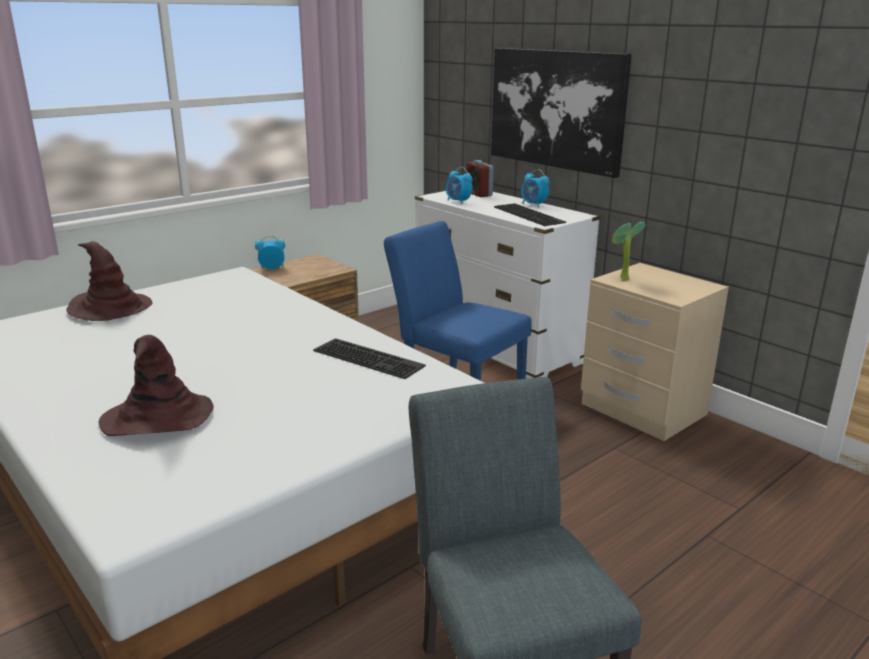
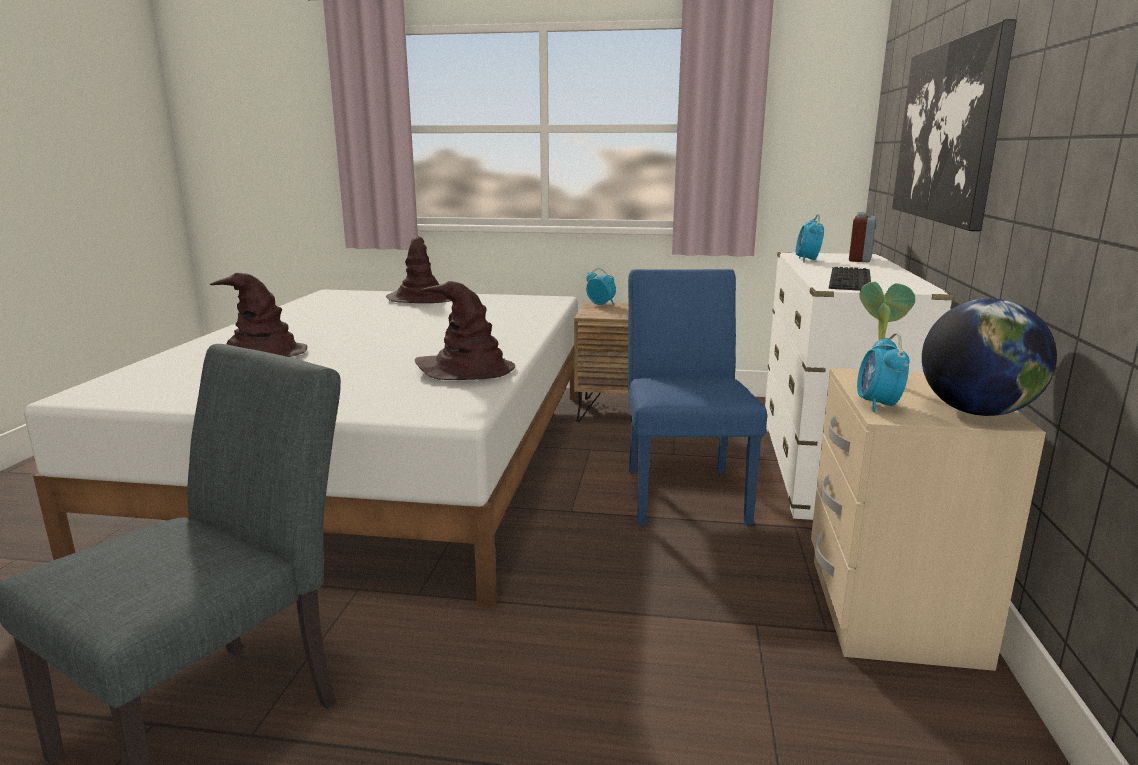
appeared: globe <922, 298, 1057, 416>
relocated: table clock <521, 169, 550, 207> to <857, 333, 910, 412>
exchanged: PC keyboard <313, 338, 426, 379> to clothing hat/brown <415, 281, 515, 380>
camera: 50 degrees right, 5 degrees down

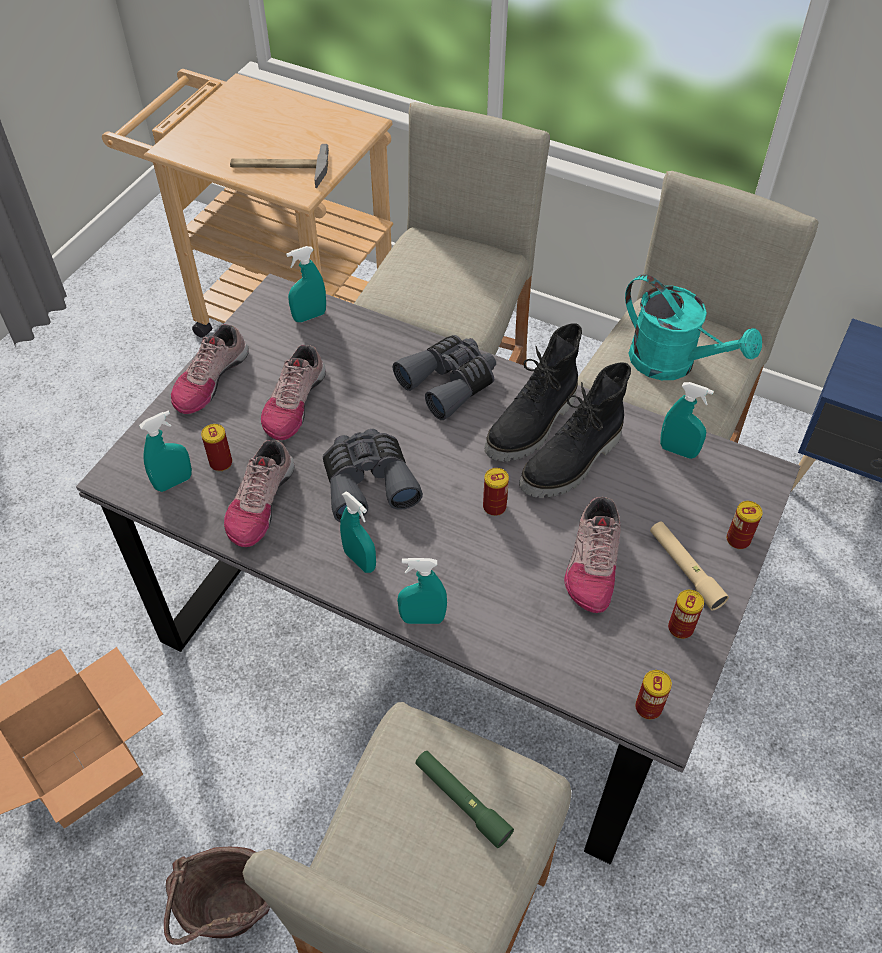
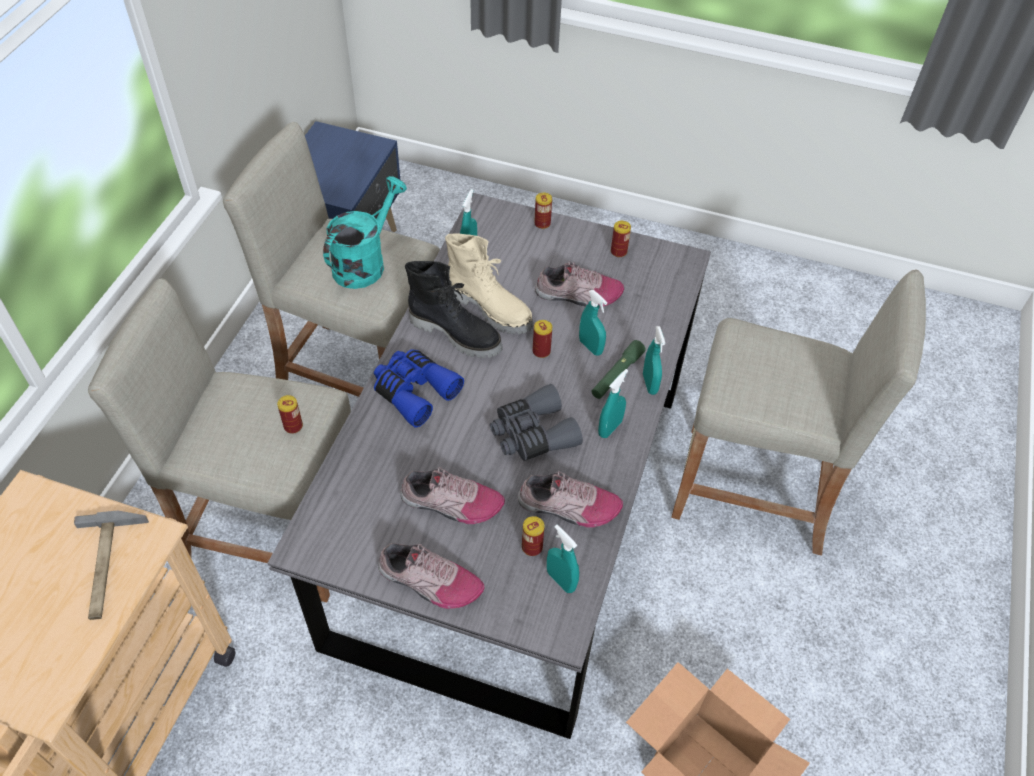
missing: water bucket/brown <164, 847, 270, 945>; torch/beige-coloured <650, 522, 729, 610>
relocated: hand sprayer/turquoise <286, 246, 326, 322> to <579, 290, 607, 356>; torch/greenish <415, 751, 514, 848> to <592, 340, 646, 399>; sealed can <635, 670, 672, 719> to <277, 395, 303, 434>
colour: field glasses/greyish <393, 335, 496, 420> to field glasses/bluish <374, 349, 464, 428>; tall boot/black <519, 362, 631, 498> to tall boot/beige-coloured <445, 233, 533, 334>
camera: 100 degrees left, 0 degrees up

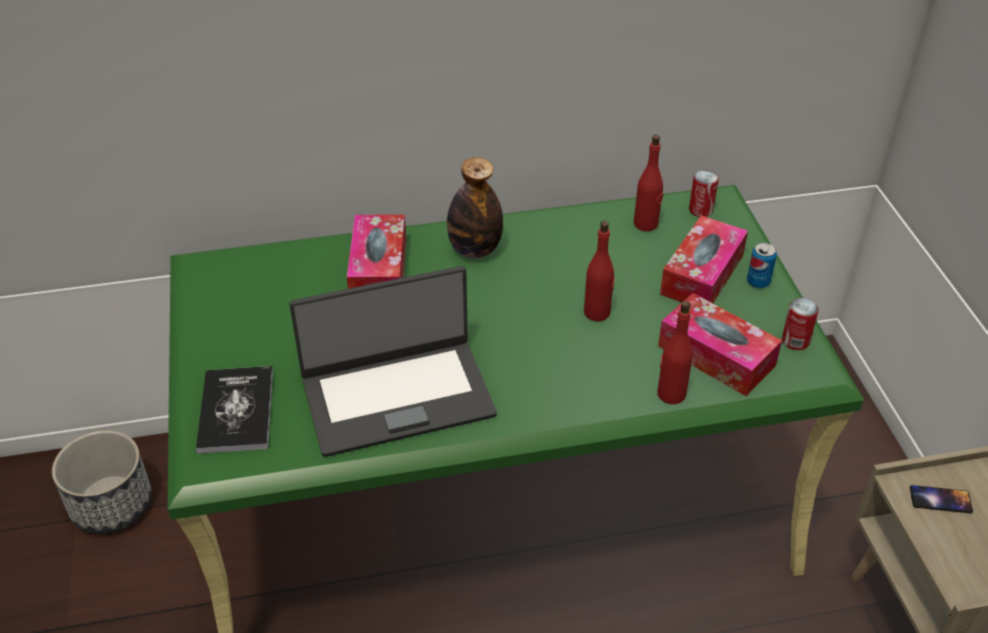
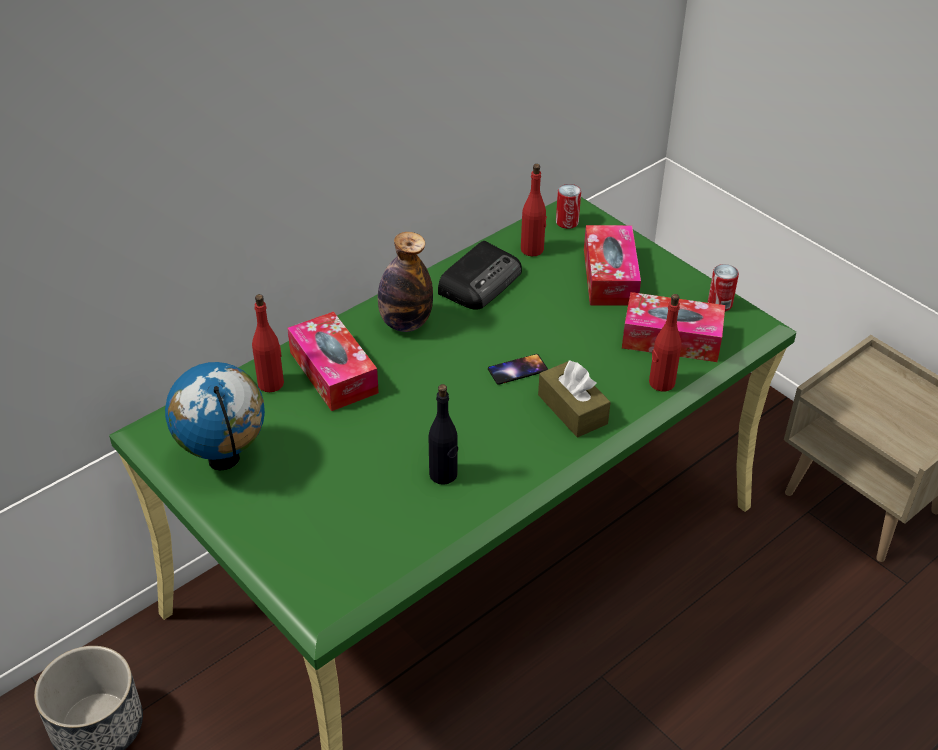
missing: bound book <196, 366, 273, 454>; sealed can <747, 243, 777, 288>
appeared: globe <165, 362, 265, 470>; radio set <438, 241, 522, 310>; box of tissues/brown <538, 360, 611, 437>
relocated: drink bottle/red <584, 221, 615, 321> to <252, 294, 284, 392>; telephone <910, 485, 973, 513> to <488, 354, 548, 385>
exchanged: portable computer <289, 266, 497, 457> to drink bottle/black <428, 384, 458, 485>
camera: 30 degrees left, 0 degrees up

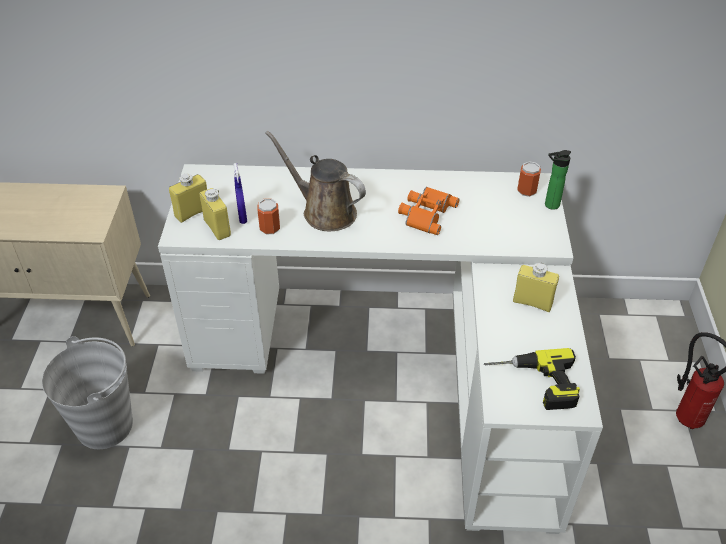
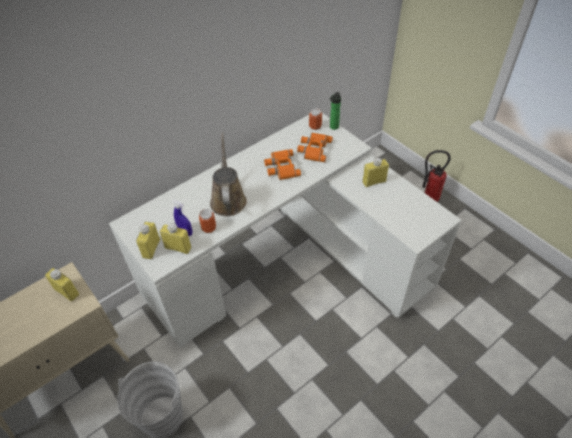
missing: power drill <484, 348, 580, 410>
appeared: drink bottle/yellow <45, 268, 79, 301>; field glasses/orange-coloured <297, 133, 333, 162>
spun: watering pot/brown <266, 131, 366, 231> = <210, 132, 247, 217> 90 degrees clockwise
camera: 40 degrees left, 5 degrees up

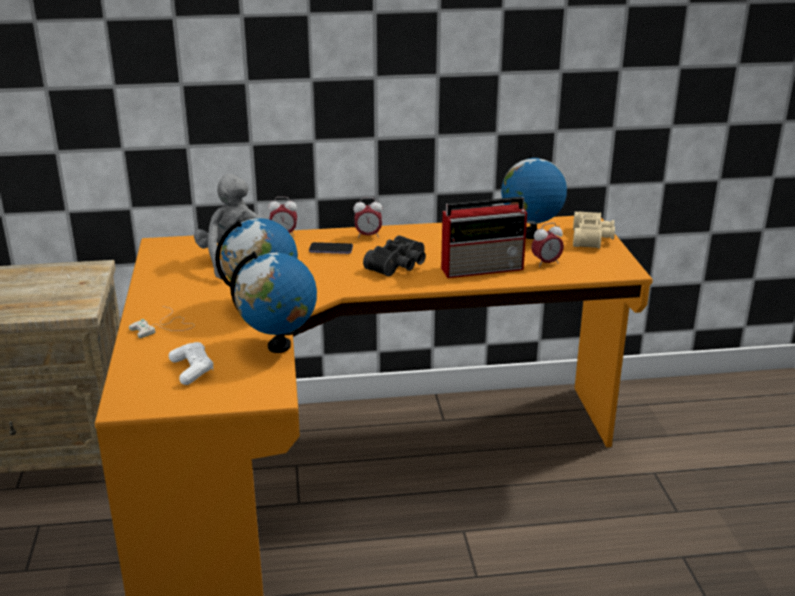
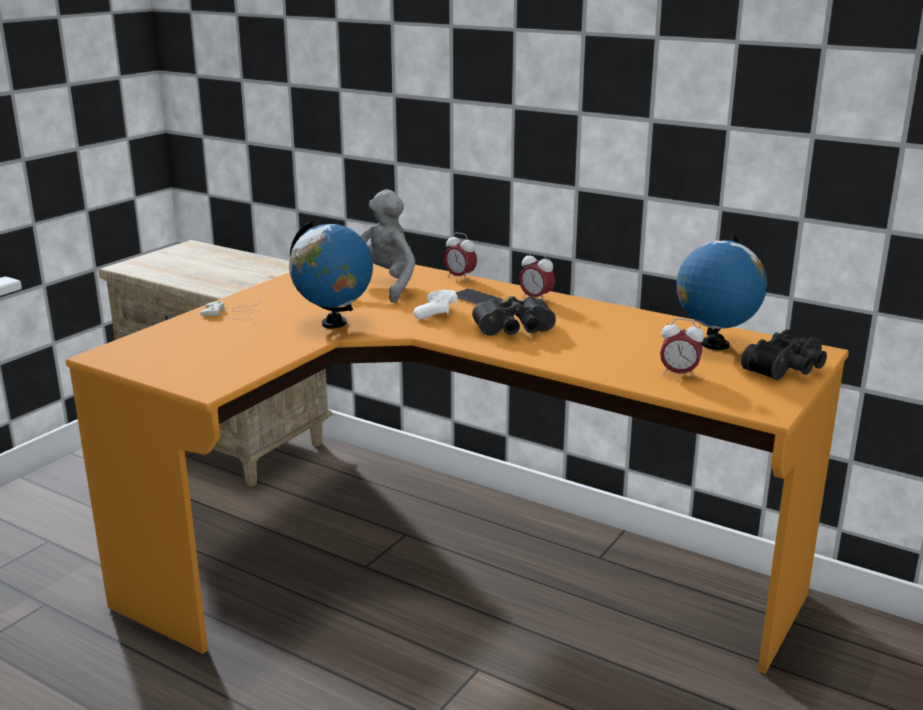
missing: globe <230, 251, 317, 353>; radio set <441, 197, 527, 278>
relocated: gamepad/whitish <169, 342, 213, 385> to <413, 290, 457, 319>
colour: field glasses/beige-coloured <573, 211, 615, 248> to field glasses/black <741, 329, 827, 380>
camera: 40 degrees right, 5 degrees down

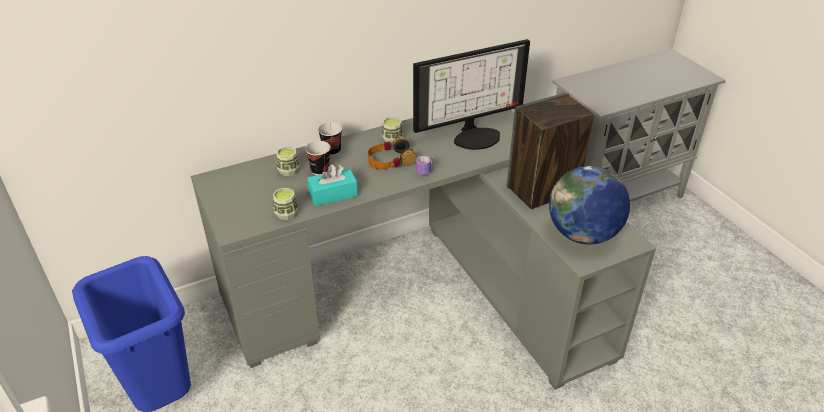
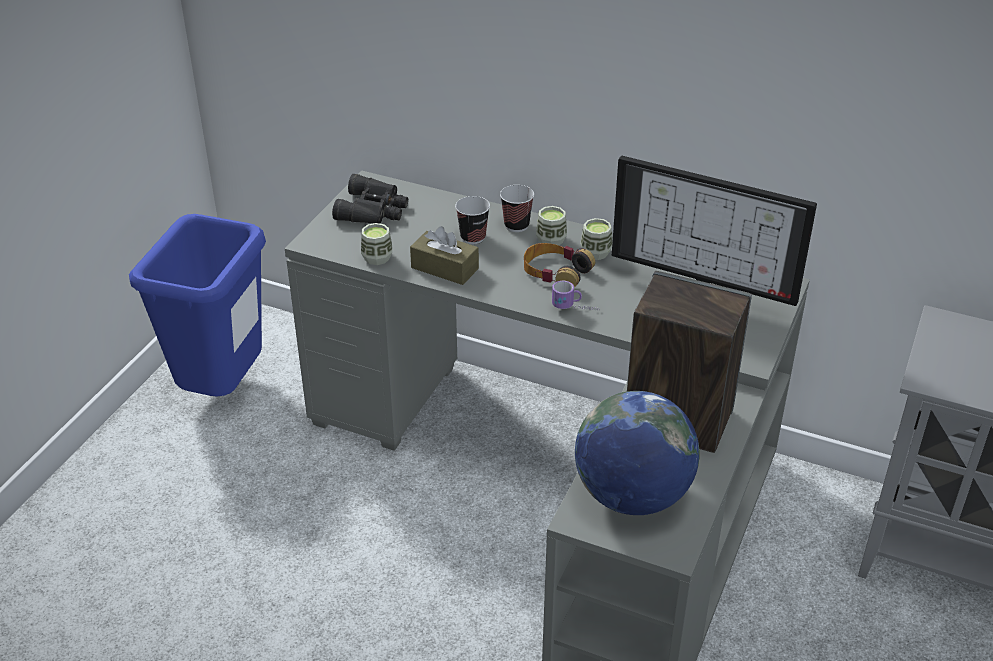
appeared: field glasses/black <332, 174, 408, 224>
relocated: small cup <276, 146, 299, 176> to <536, 206, 567, 245>
colour: box of tissues/turquoise <307, 165, 358, 206> to box of tissues/brown <410, 226, 479, 285>
camera: 50 degrees right, 0 degrees up

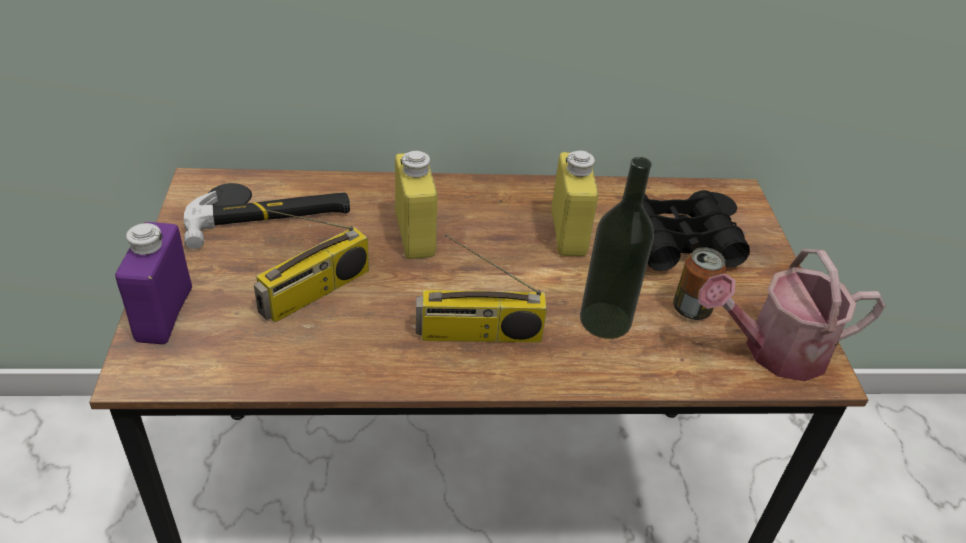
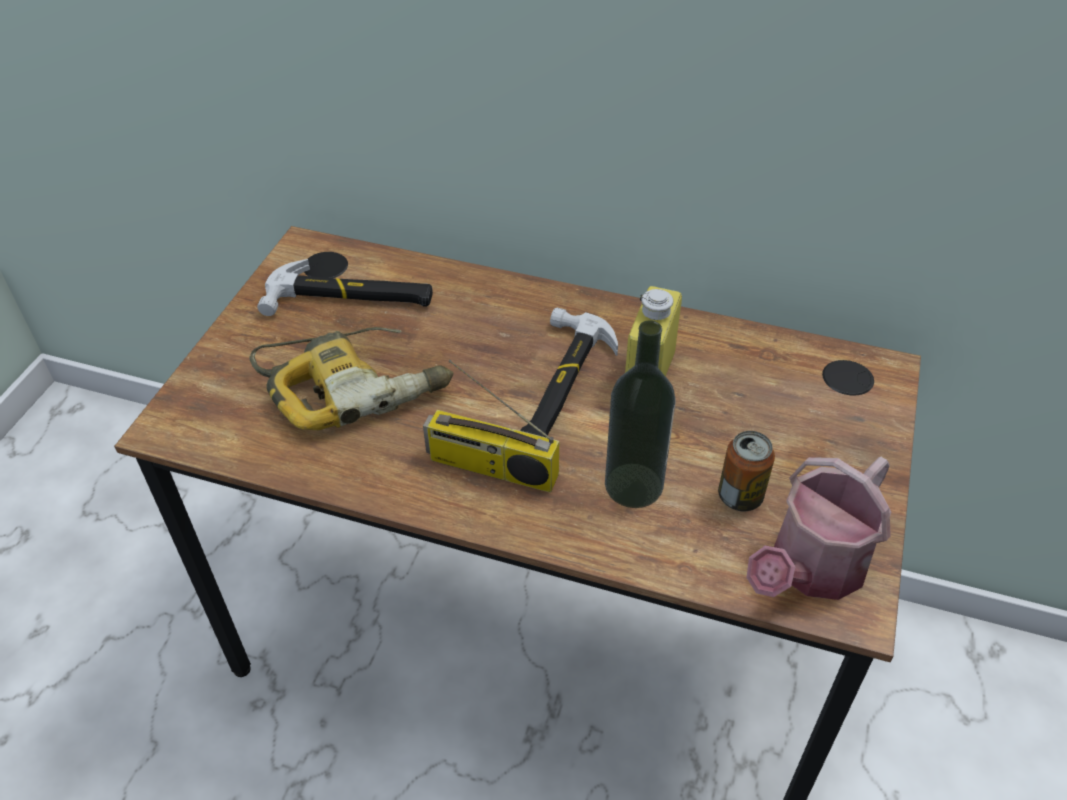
missing: drink bottle/purple <115, 222, 192, 344>; drink bottle/yellow <395, 151, 438, 259>; field glasses/black <643, 190, 750, 271>
appeared: tool hammer <520, 307, 618, 437>
exchanged: radio set <254, 209, 369, 323> to power drill <249, 327, 453, 430>
spun: watering pot <698, 249, 885, 381> = <746, 457, 891, 600> 60 degrees counterclockwise
camera: 25 degrees right, 5 degrees up

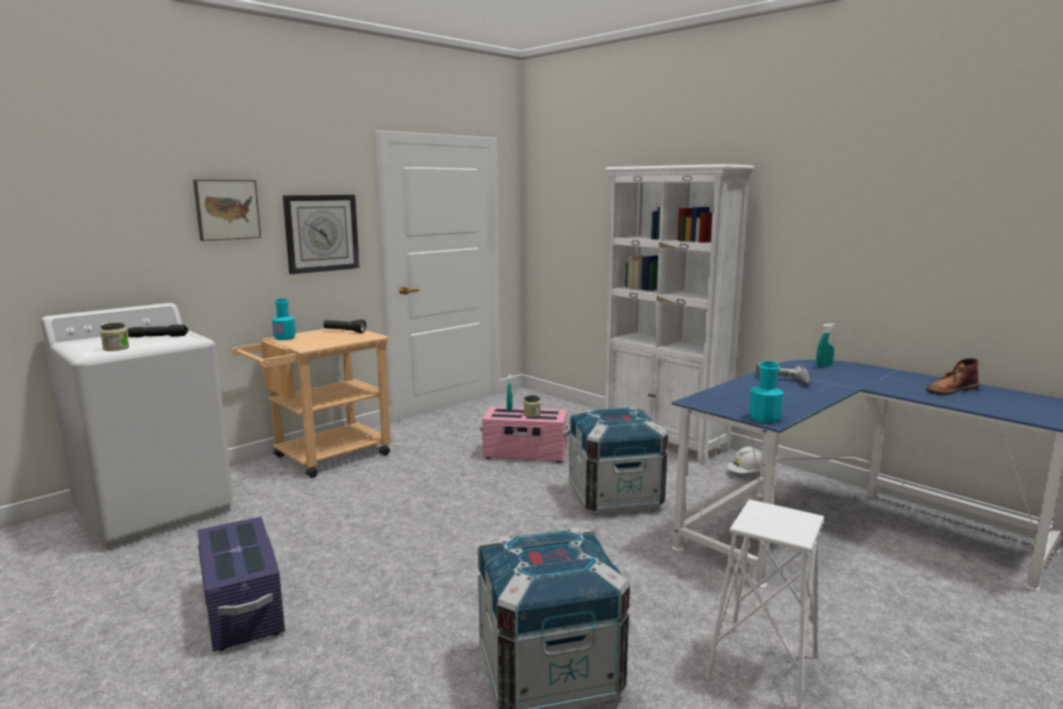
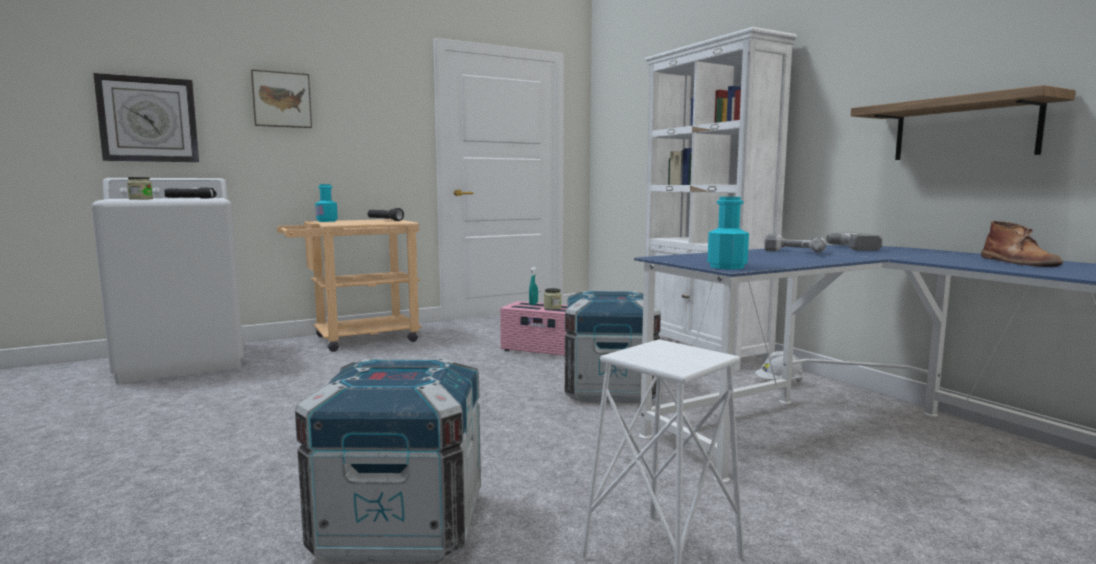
missing: storage box/purple <197, 517, 285, 651>
appeared: shelf <851, 85, 1076, 160>
relocated: clock on the wall <283, 195, 360, 274> to <93, 73, 199, 162>
exchanged: hand sprayer/turquoise <816, 323, 835, 367> to power drill <826, 233, 883, 251>
spun: tall boot/brown <926, 358, 979, 395> = <981, 221, 1063, 267> 90 degrees counterclockwise
camera: 15 degrees right, 5 degrees down

